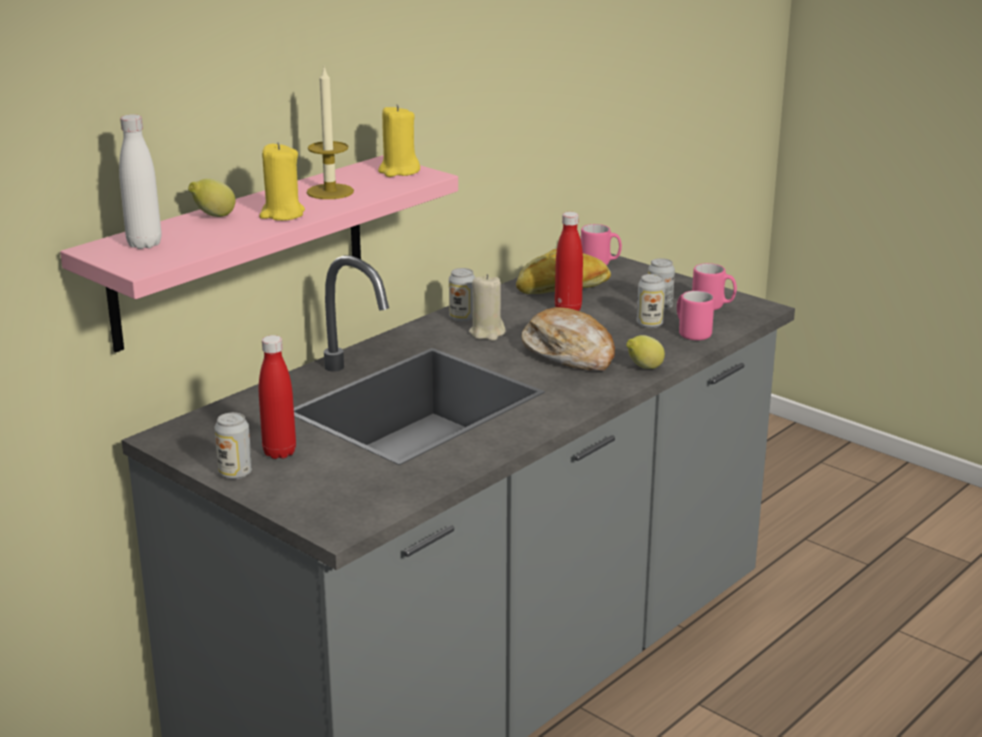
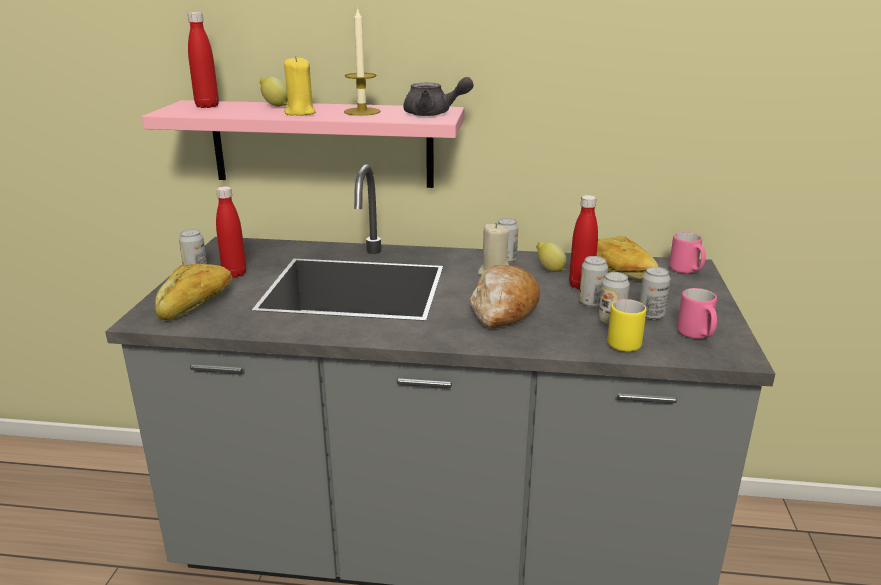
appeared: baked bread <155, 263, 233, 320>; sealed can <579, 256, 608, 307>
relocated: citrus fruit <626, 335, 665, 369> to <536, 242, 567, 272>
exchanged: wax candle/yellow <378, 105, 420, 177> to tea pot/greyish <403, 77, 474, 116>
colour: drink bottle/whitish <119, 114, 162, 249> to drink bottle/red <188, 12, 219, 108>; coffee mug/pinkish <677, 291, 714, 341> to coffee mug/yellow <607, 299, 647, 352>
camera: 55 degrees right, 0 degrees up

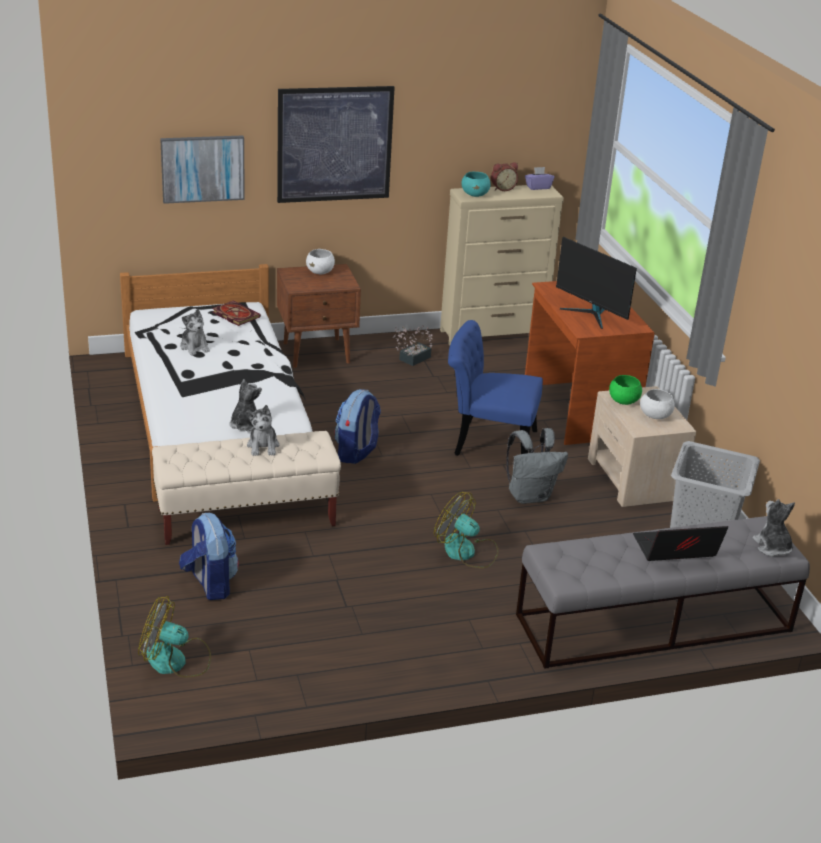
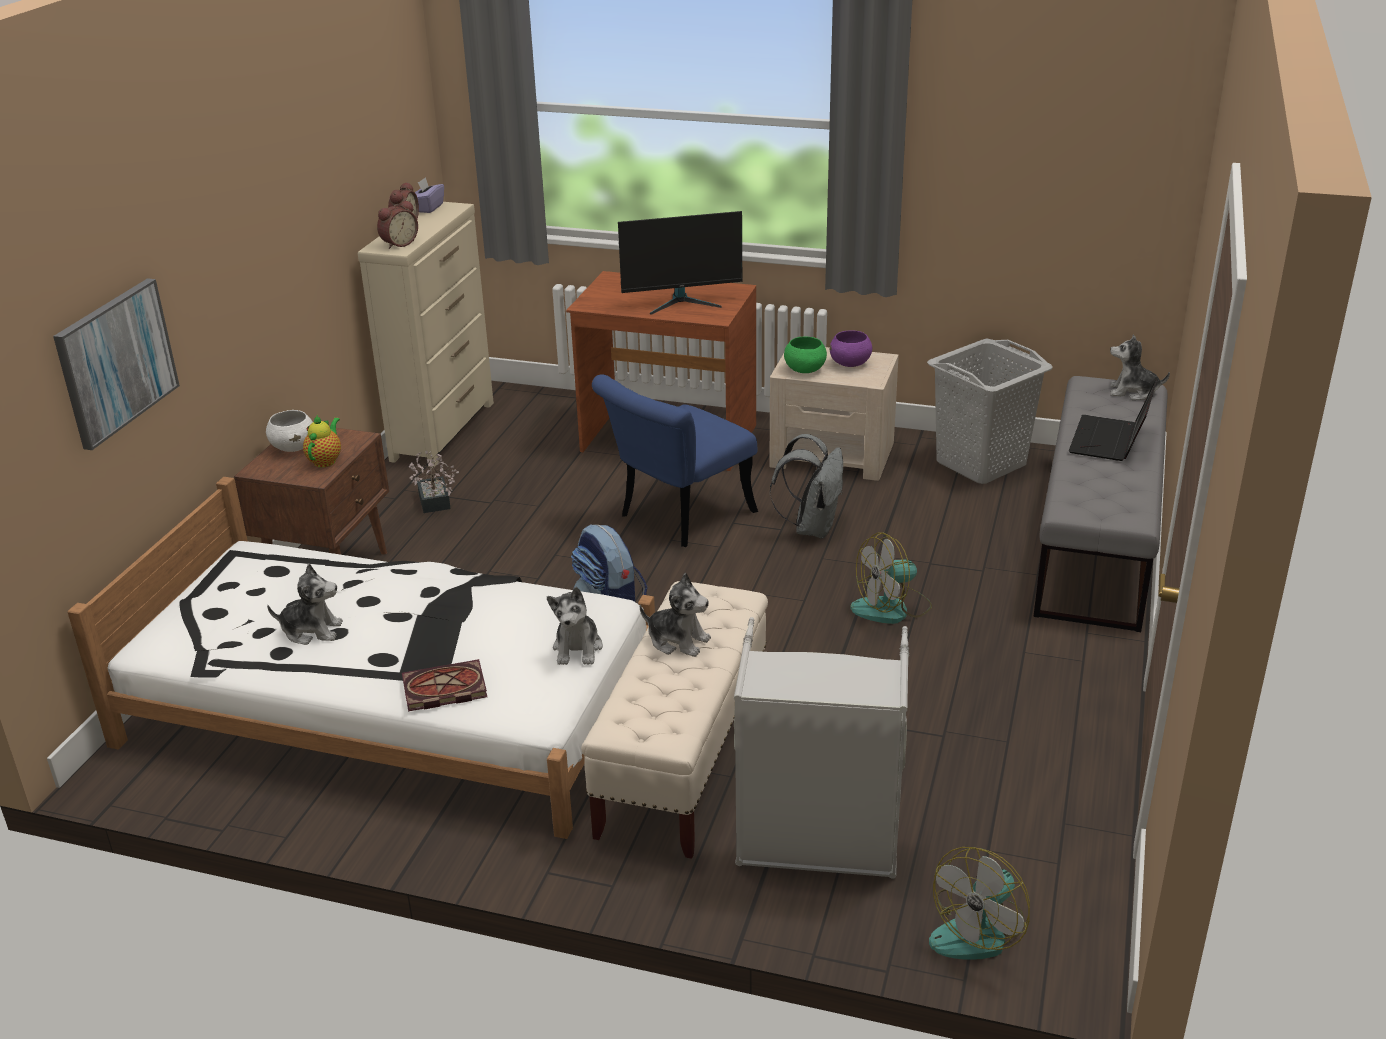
missing: picture <277, 86, 395, 203>
appeared: tea pot <303, 414, 341, 467>
relocated: bound book <212, 301, 261, 326> to <402, 659, 487, 711>
exchanged: rucksack <179, 513, 239, 600> to washing basket/greyish <734, 617, 909, 879>; deep dish/turquoise <461, 172, 491, 197> to table clock <377, 200, 418, 249>
colour: deep dish/whitish <640, 389, 675, 419> to deep dish/purple <830, 330, 872, 367>
spun: plush toy <229, 379, 262, 432> = <547, 587, 603, 665> 135 degrees counterclockwise
camera: 55 degrees left, 0 degrees up

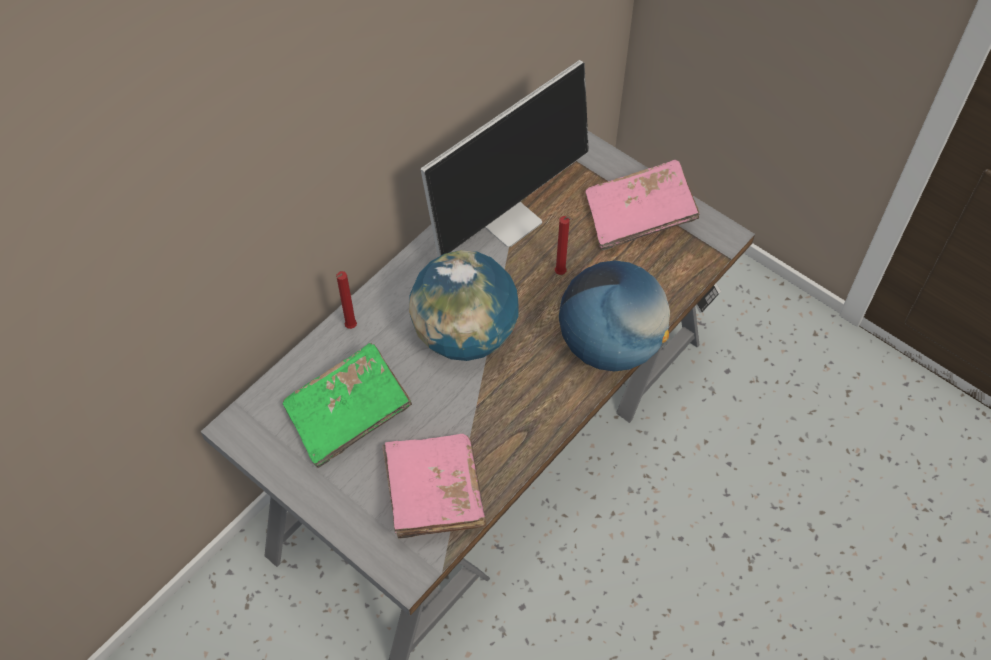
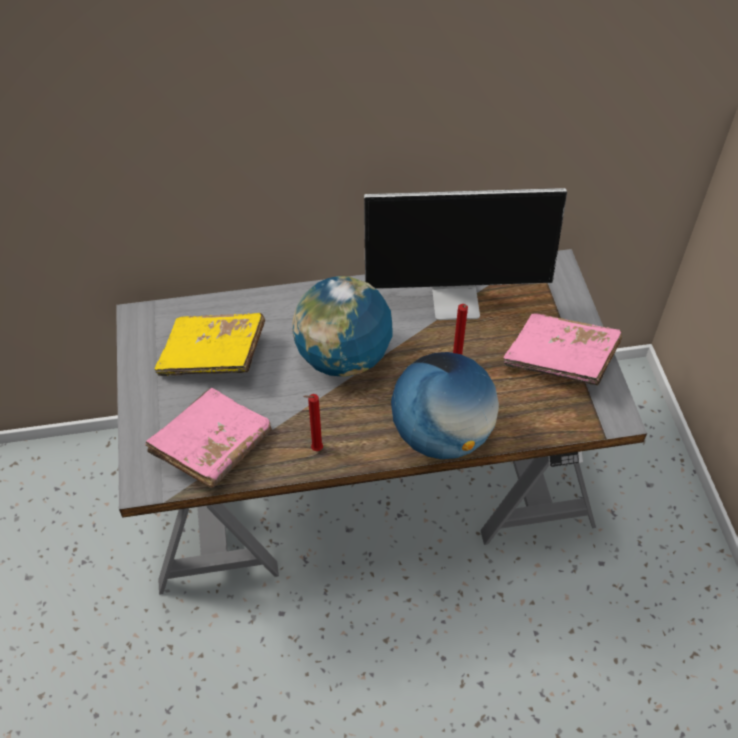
relocated: wax candle/red <336, 271, 357, 329> to <303, 394, 323, 451>
colour: bound book/greenish <283, 343, 412, 468> to bound book/yellow <155, 313, 265, 376>
camera: 40 degrees right, 5 degrees down

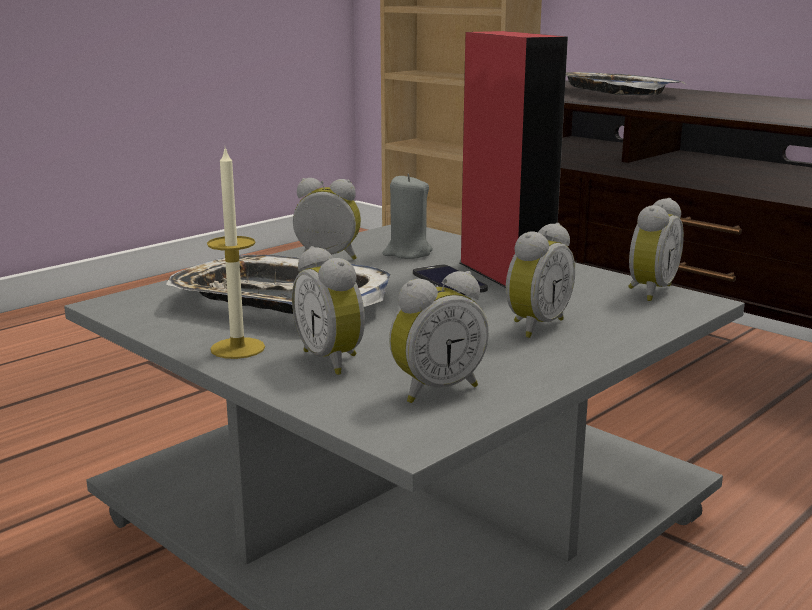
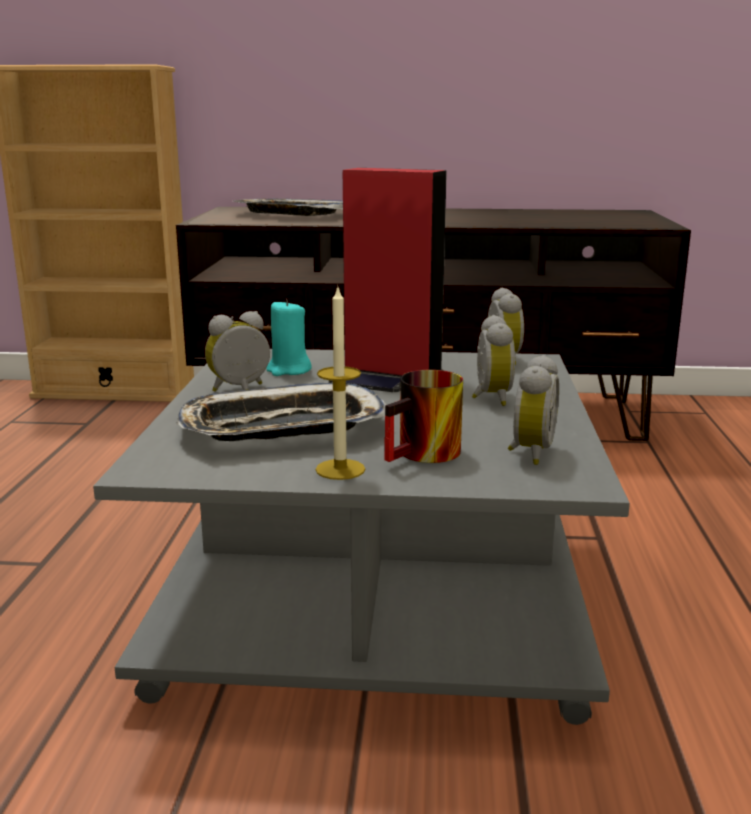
exchanged: table clock <292, 246, 365, 375> to coffee mug <384, 370, 463, 463>
colour: wax candle/greyish <383, 174, 433, 259> to wax candle/turquoise <266, 299, 312, 376>
camera: 40 degrees left, 0 degrees up

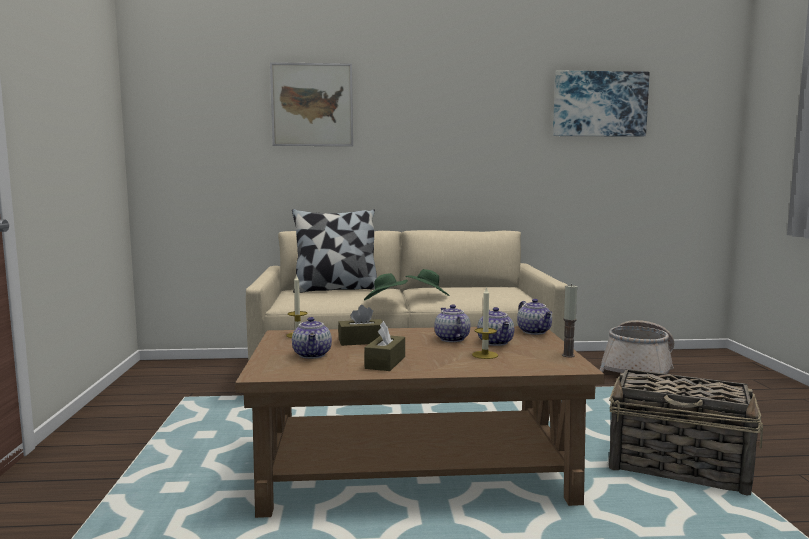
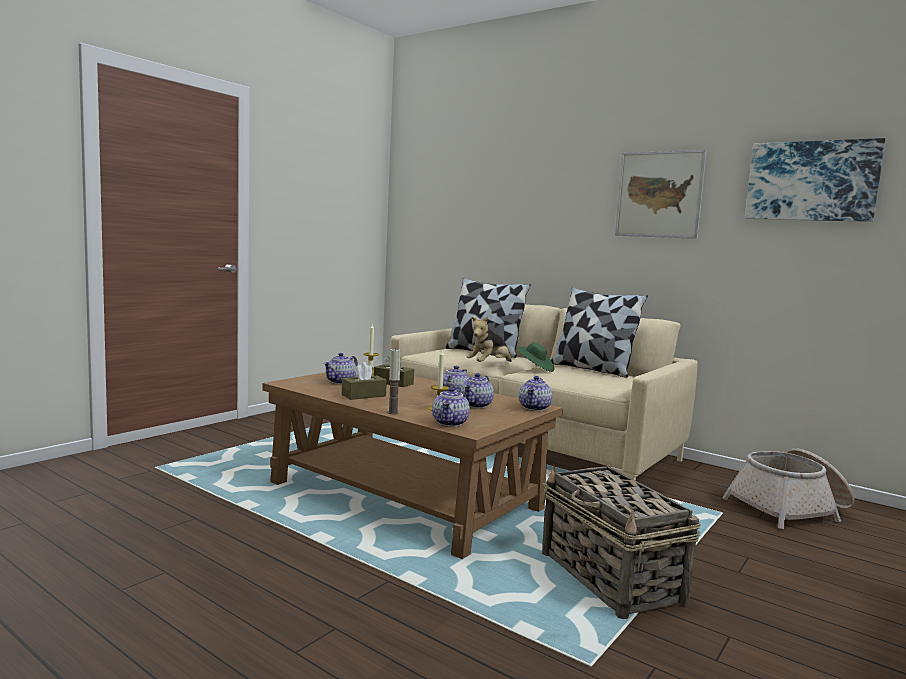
appeared: tea pot <432, 387, 470, 427>; throw pillow <551, 287, 648, 378>
relocated: picture <270, 62, 353, 146> to <615, 150, 707, 239>; wax candle <562, 284, 577, 357> to <388, 348, 401, 414>
exchanged: clothing hat/greenish <364, 273, 408, 300> to plush toy <467, 316, 512, 362>
camera: 40 degrees right, 0 degrees up

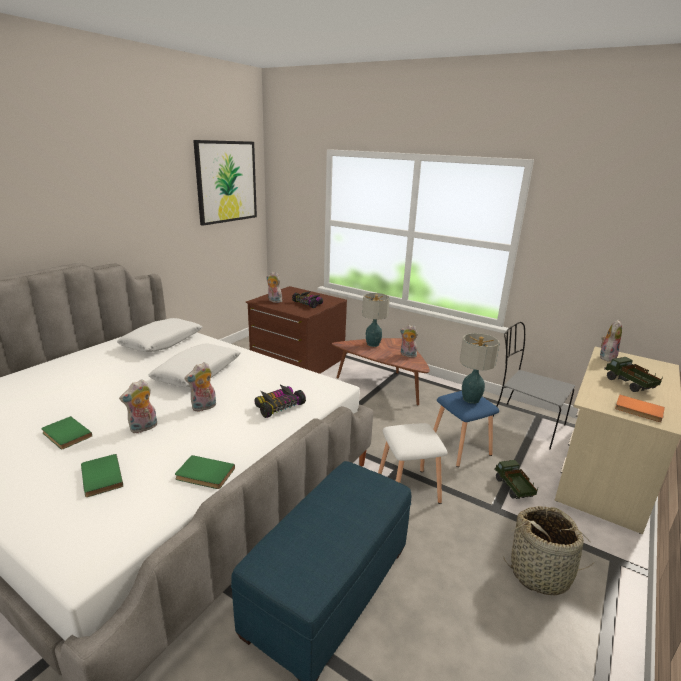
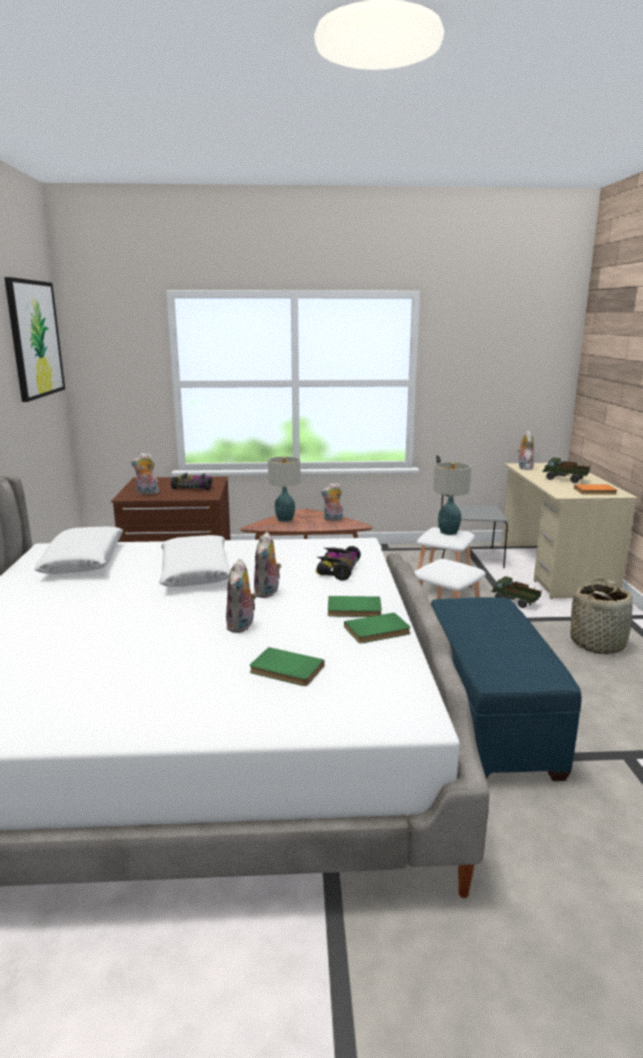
relocated: bound book/greenish <42, 416, 92, 449> to <328, 596, 382, 617>
colour: stool/bluish <433, 391, 499, 467> to stool/whitish <417, 527, 475, 598>
camera: 35 degrees left, 5 degrees down

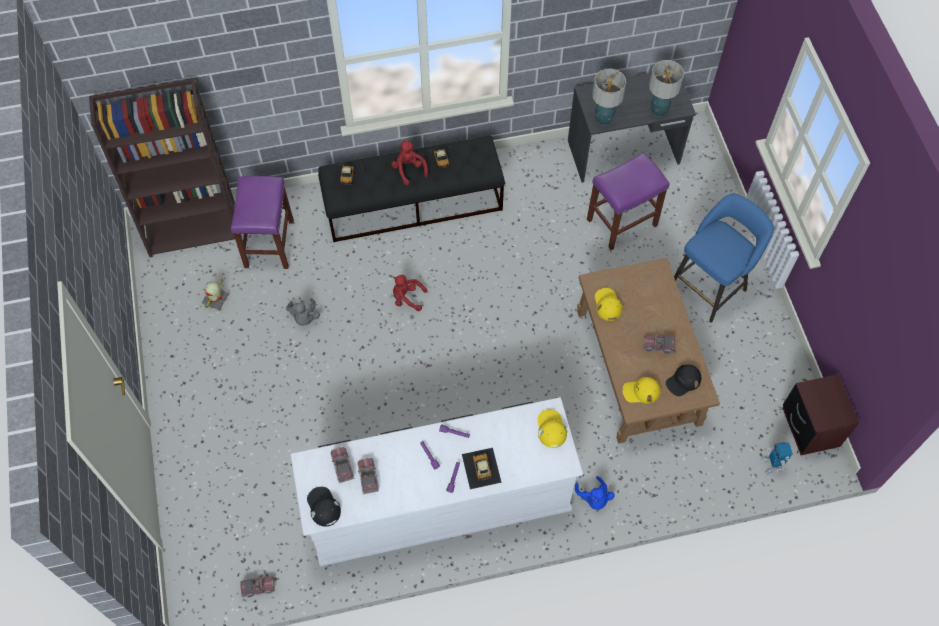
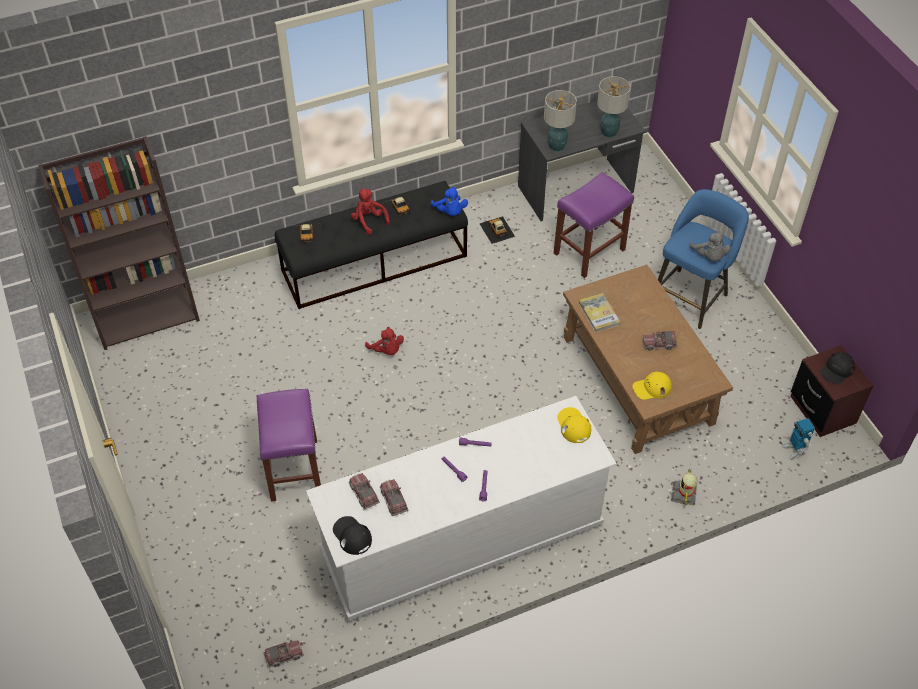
relocated: robot figure <202, 279, 229, 310> to <671, 468, 697, 505>; stool/purple <231, 176, 294, 269> to <257, 389, 321, 502>; plush toy/greyish <286, 298, 320, 326> to <690, 231, 731, 261>; toy car <462, 448, 502, 489> to <480, 216, 515, 244>; plush toy/bluish <575, 476, 615, 510> to <431, 187, 468, 216>; cap/black <666, 365, 701, 397> to <820, 352, 855, 384>
exchanged: cap/yellow <595, 288, 623, 321> to bound book <579, 293, 620, 333>
spun: plush toy/red <393, 275, 427, 311> = <365, 327, 404, 355> 135 degrees counterclockwise
camera: 10 degrees left, 10 degrees down

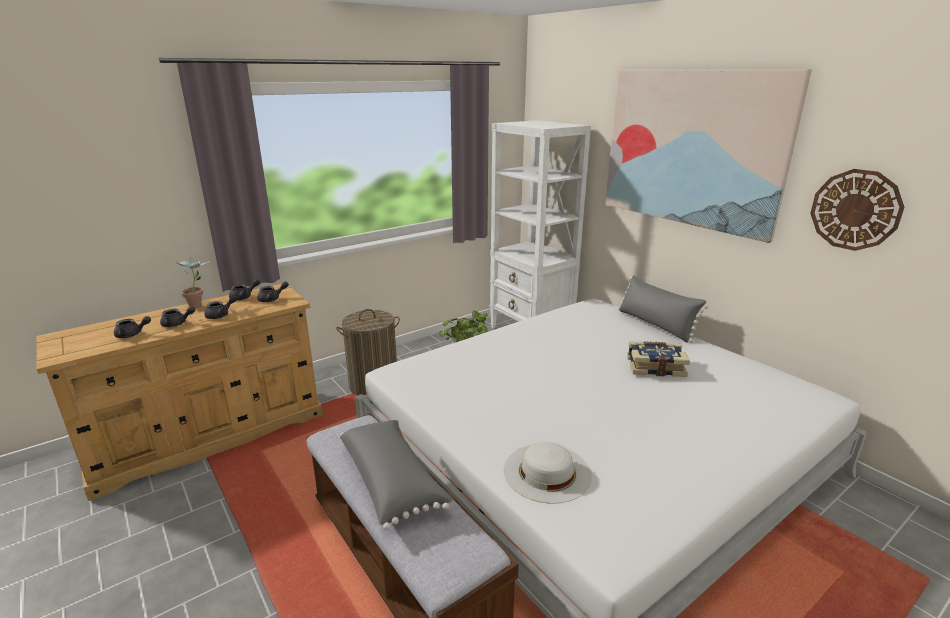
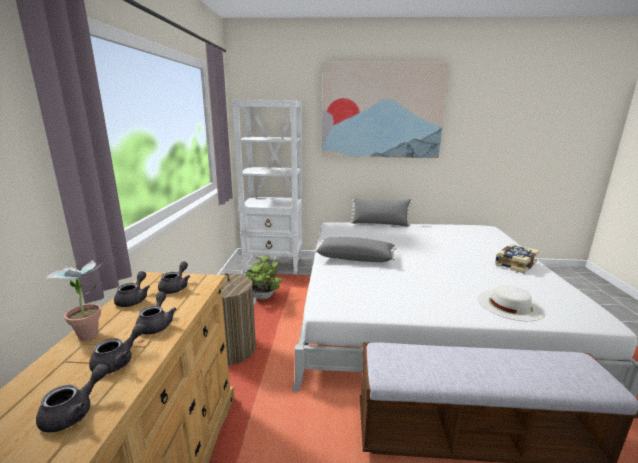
missing: clock on the wall <810, 169, 904, 251>
relocated: throw pillow/greyish <340, 420, 453, 530> to <314, 237, 397, 262>; bound book <627, 341, 690, 377> to <495, 244, 539, 273>
camera: 50 degrees left, 5 degrees down

